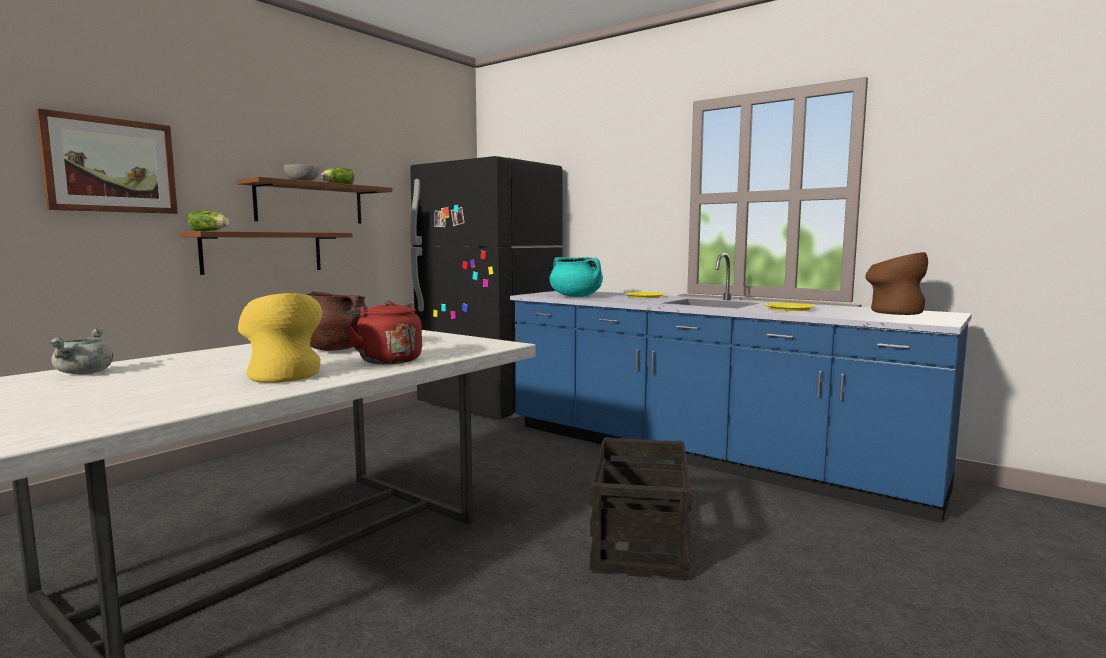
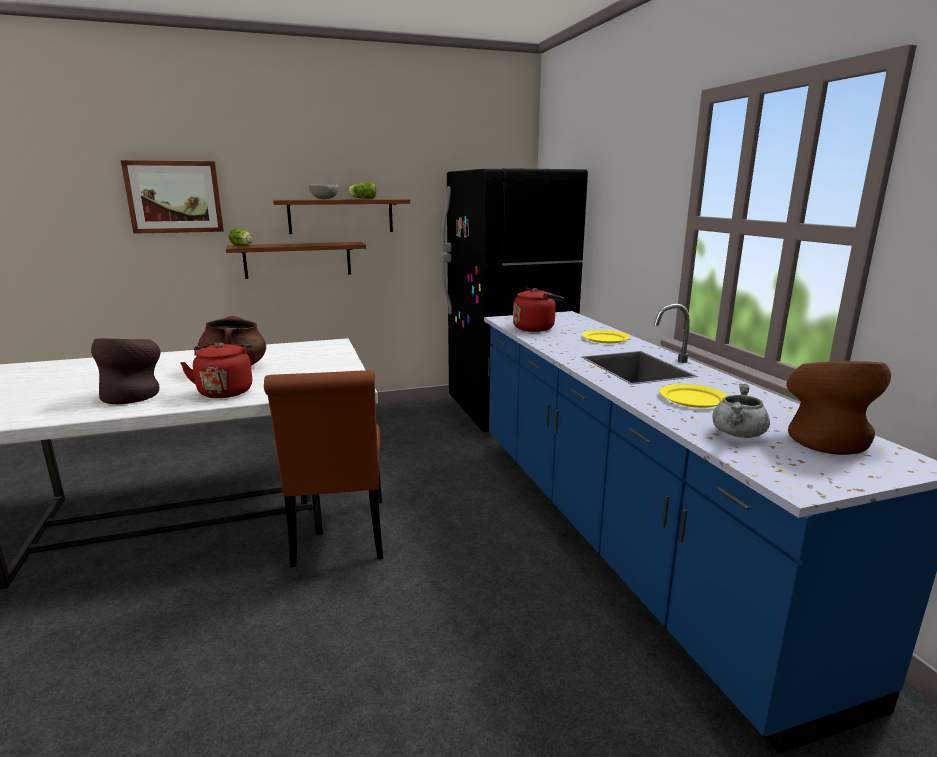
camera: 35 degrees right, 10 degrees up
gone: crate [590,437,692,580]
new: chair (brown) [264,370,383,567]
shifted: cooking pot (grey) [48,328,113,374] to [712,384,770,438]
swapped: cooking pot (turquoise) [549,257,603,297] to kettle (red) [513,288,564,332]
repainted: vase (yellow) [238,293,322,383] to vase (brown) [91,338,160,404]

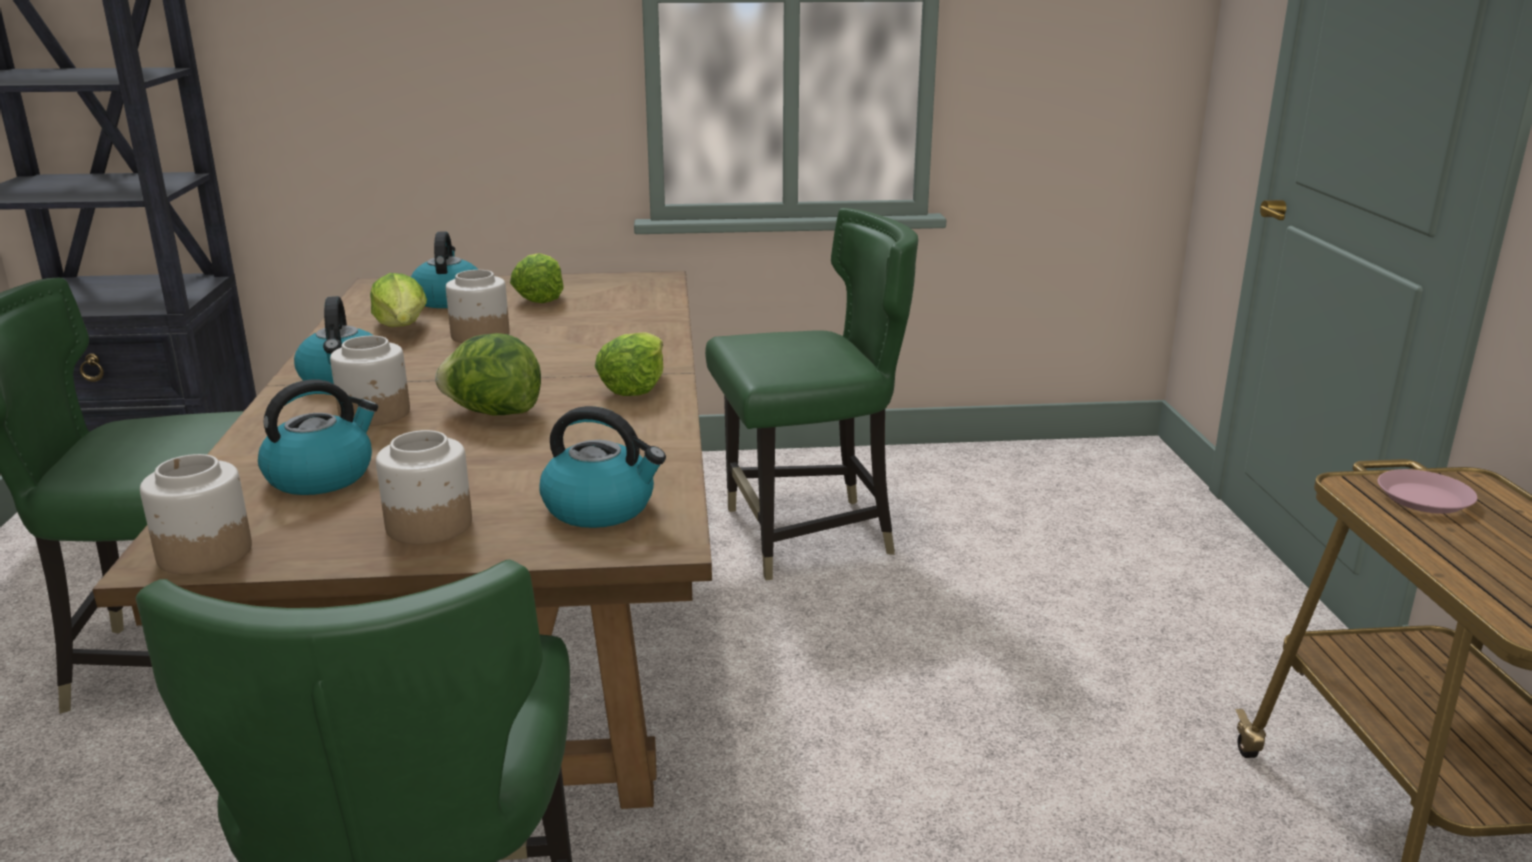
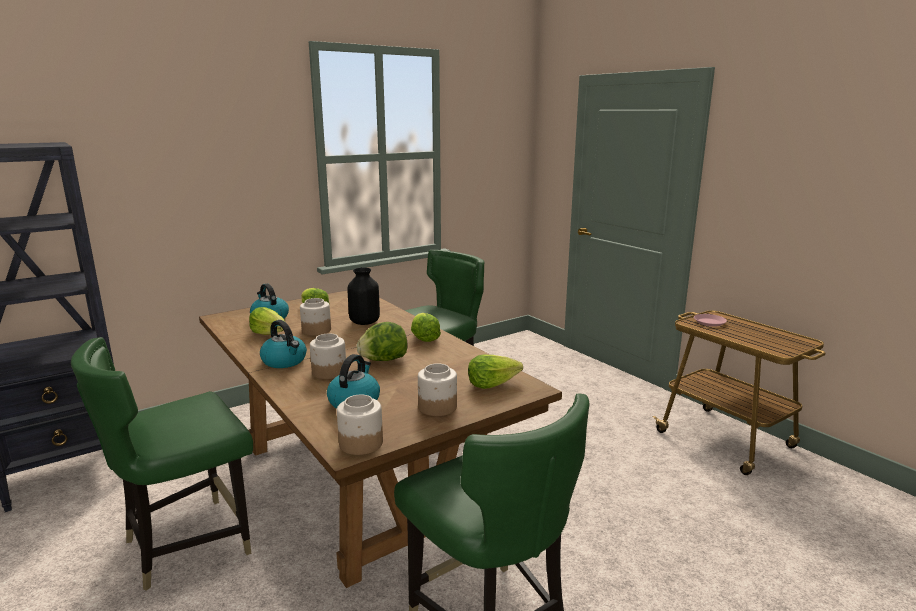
camera: 30 degrees left, 5 degrees down
new: vase (black) [347,268,380,325]
swapped: kettle [539,406,666,528] to lettuce [468,355,523,389]

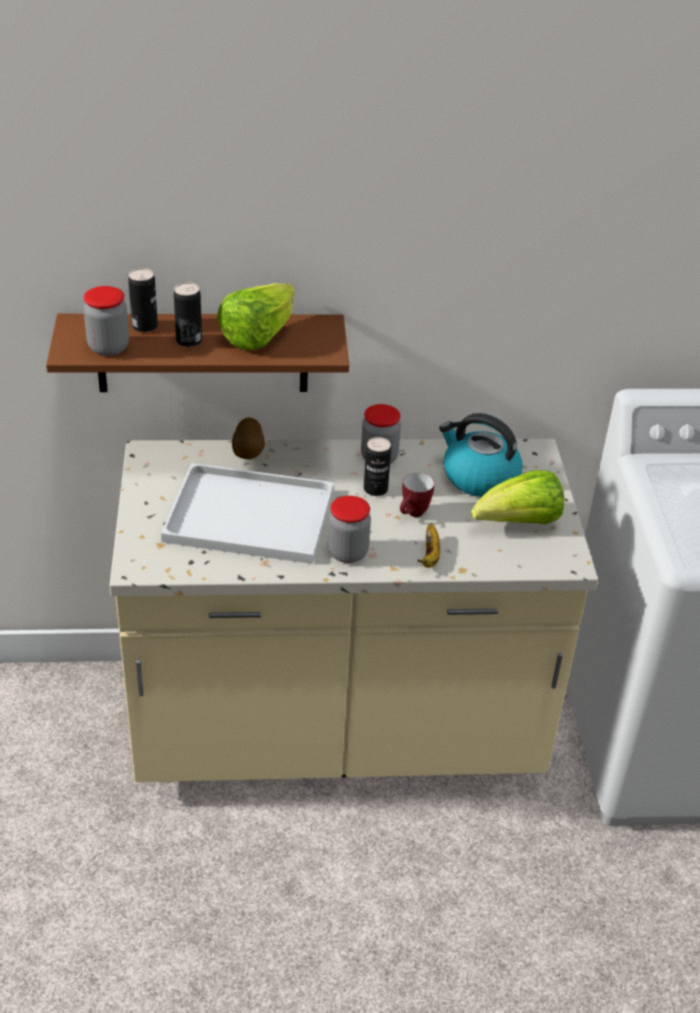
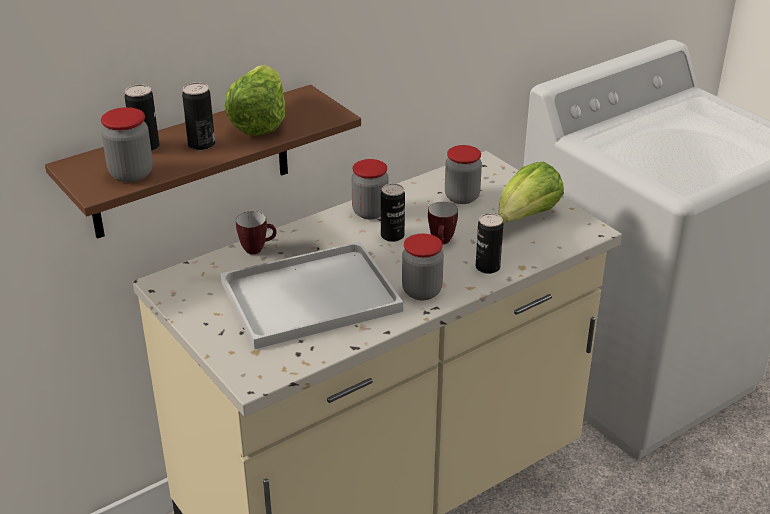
camera: 30 degrees left, 5 degrees down
swapped: potato [232,418,265,459] to mug [236,211,277,255]; banana [417,523,440,568] to can [476,213,503,274]; kettle [439,413,523,497] to jar [445,145,482,204]

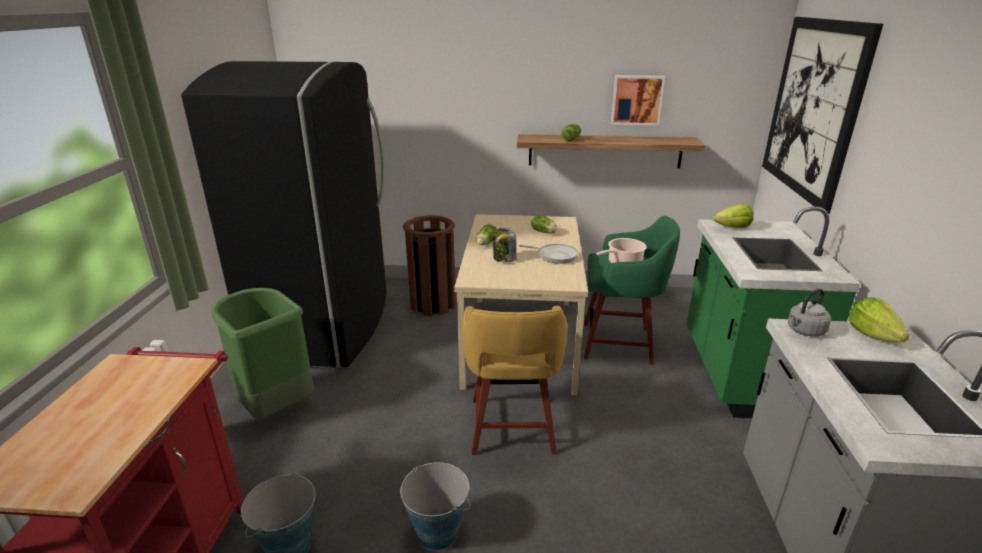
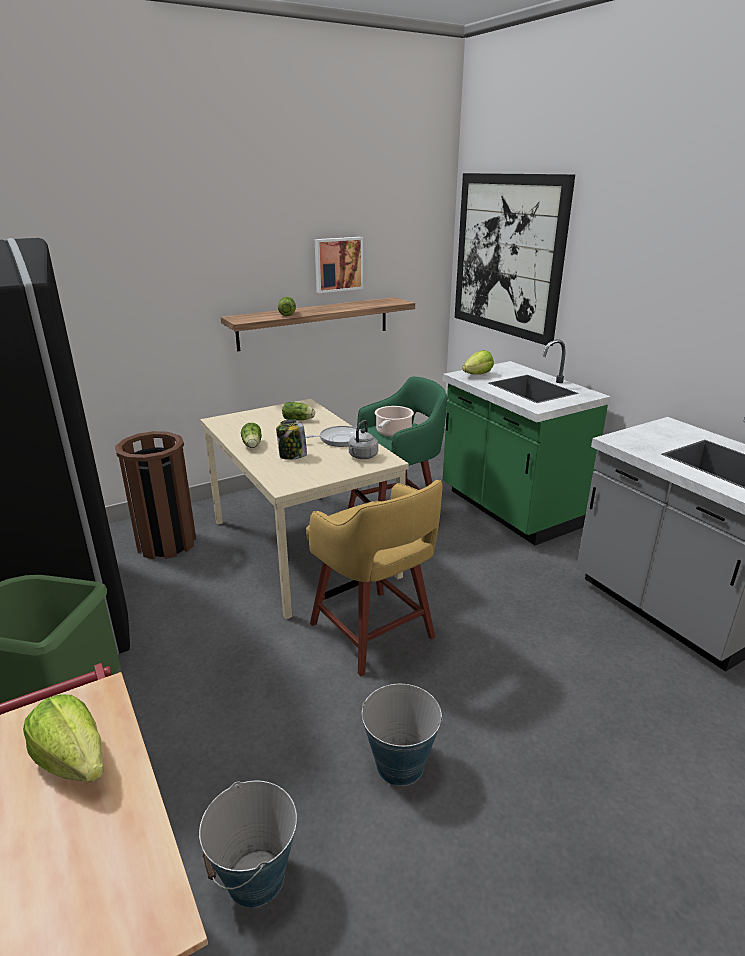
camera: 35 degrees left, 0 degrees up
shifted: kettle (grey) [788,289,831,337] to [349,420,378,459]; lettuce [849,297,909,342] to [23,694,104,782]

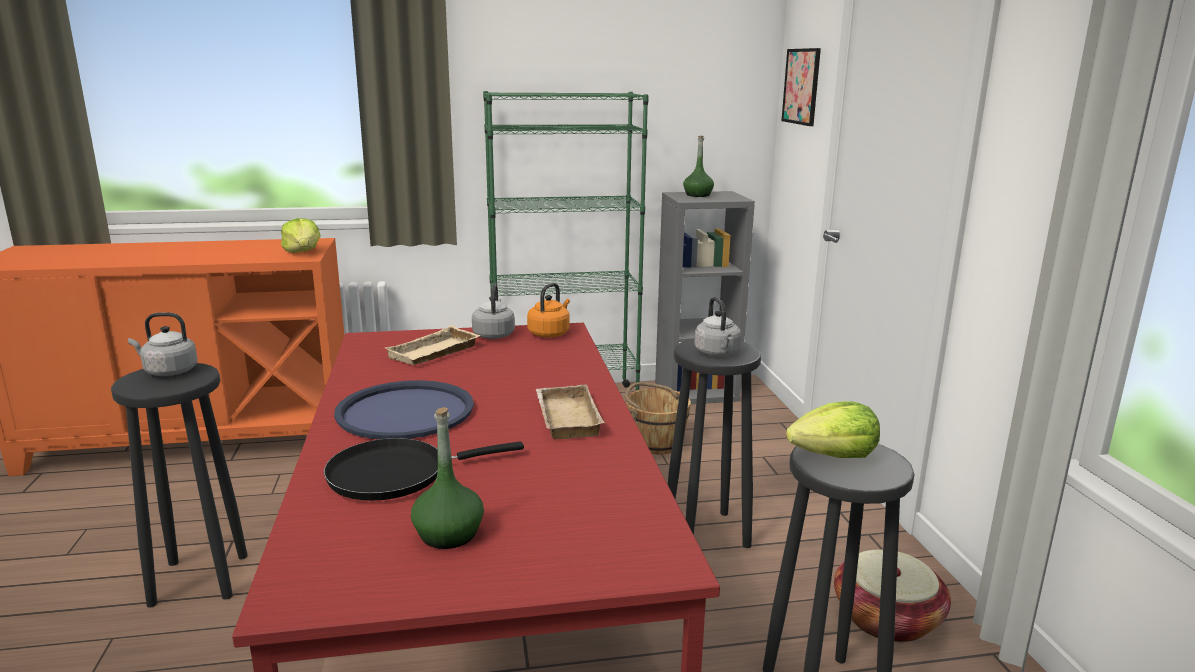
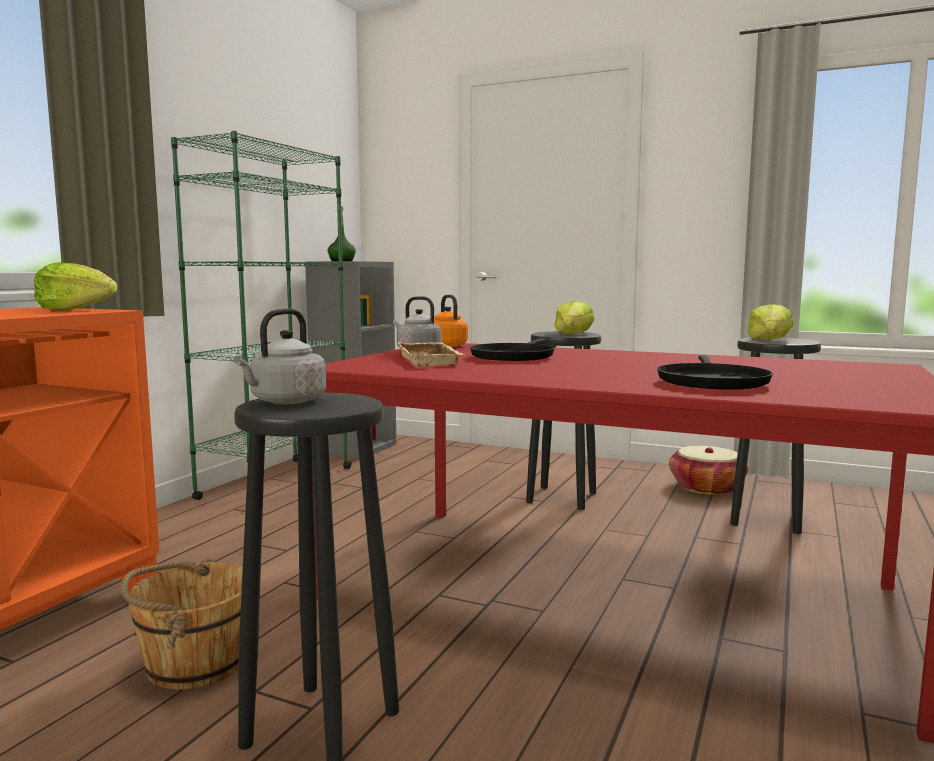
camera: 55 degrees left, 10 degrees down
gone: tray (blue) [334,380,474,439]; bottle (green) [411,407,484,549]; tray (beige) [535,384,604,439]; picture [781,48,821,126]
new: frying pan (black) [470,338,555,361]
shifted: bucket (brown) [625,382,691,454] to [121,559,243,690]
swapped: kettle (grey) [694,297,741,356] to lettuce [554,301,594,334]

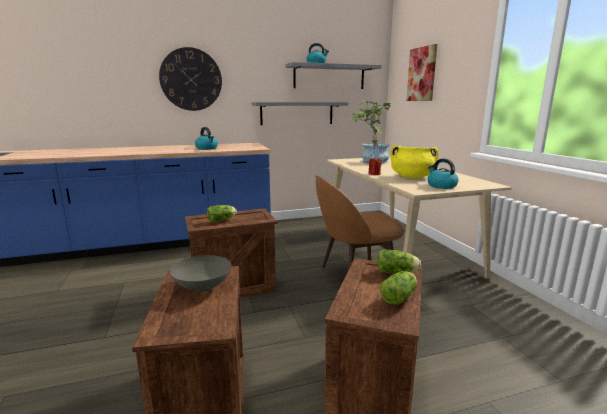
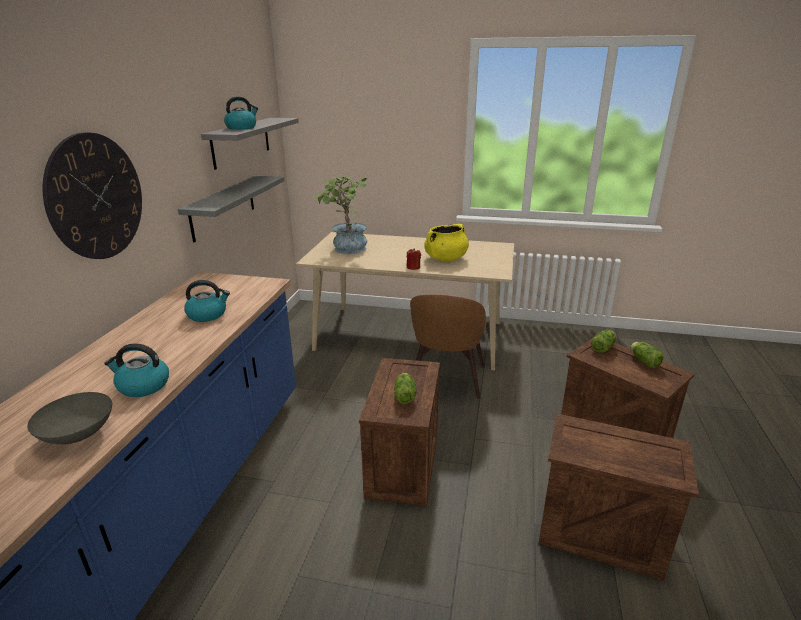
camera: 60 degrees left, 10 degrees up
gone: picture [406,44,437,101]
shifted: bowl (grey) [170,255,232,292] to [27,392,112,444]; kettle [427,159,459,189] to [104,343,169,397]

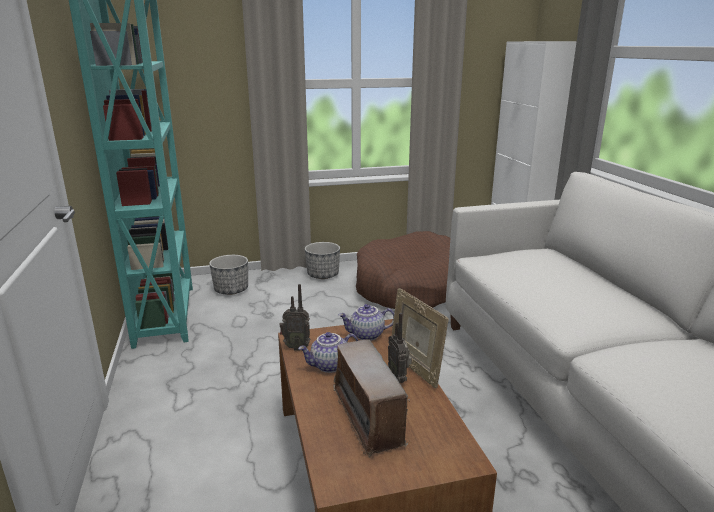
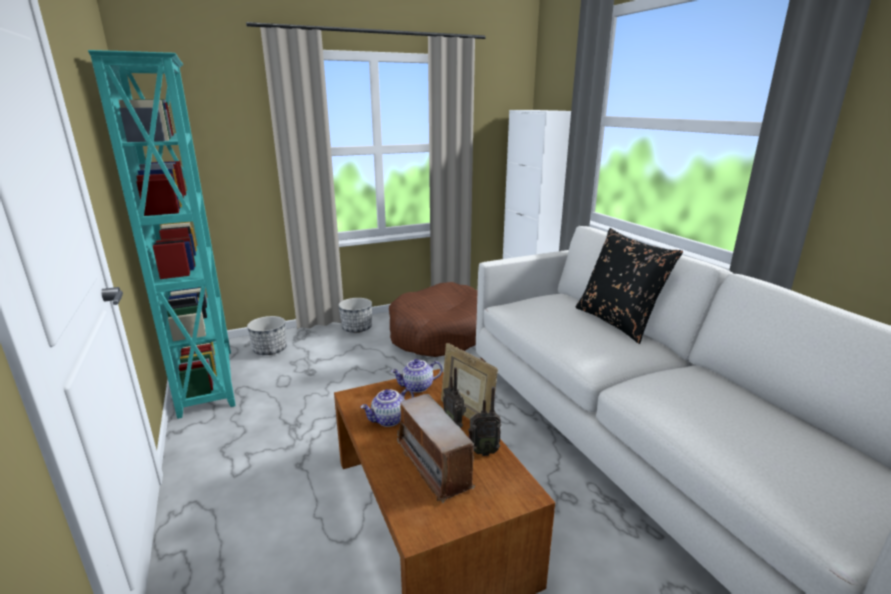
camera: 10 degrees left, 0 degrees up
new: pillow (black) [576,228,683,344]
shifted: radio [280,284,310,351] to [468,387,501,456]

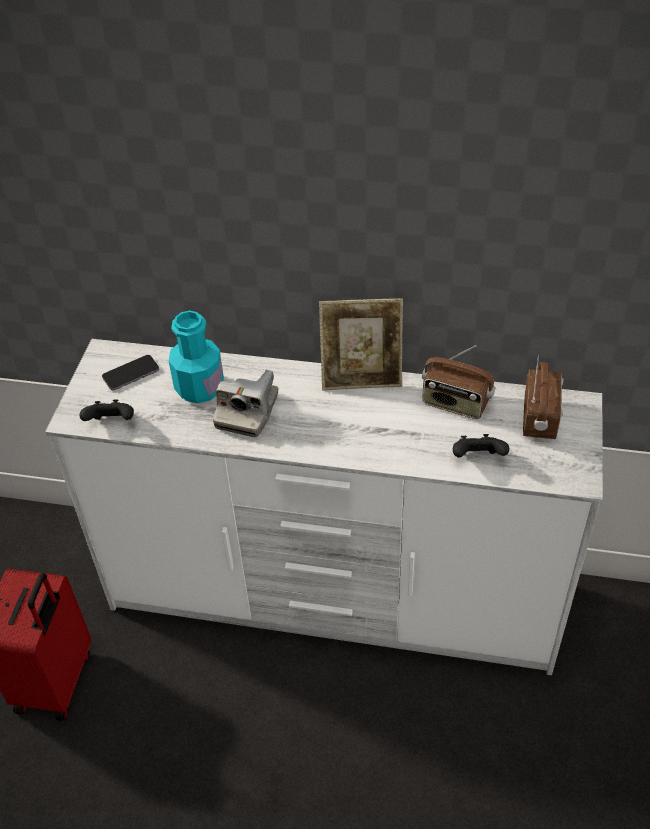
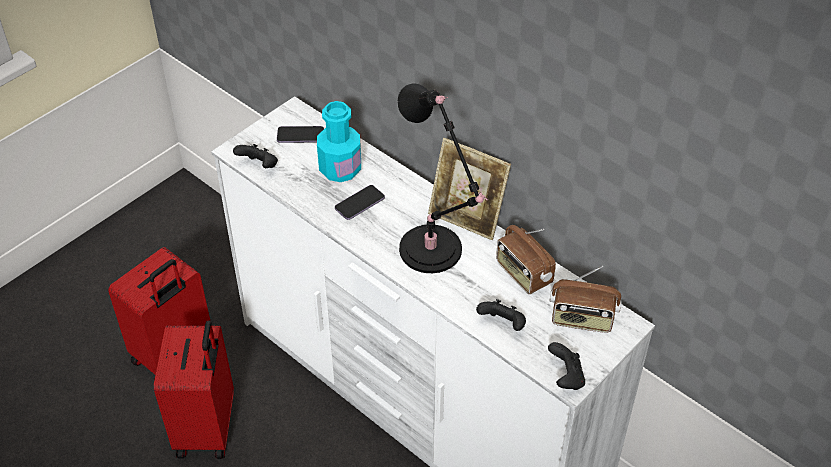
camera: 30 degrees right, 0 degrees up
new: suitcase (red) [154,320,234,459]; table lamp (black) [397,84,488,273]; game controller (black) [548,342,585,390]
swapped: photo camera [213,370,278,437] to phone [335,185,385,220]
rotated: radio [523,356,563,439] = [549,266,622,333] 60 degrees clockwise

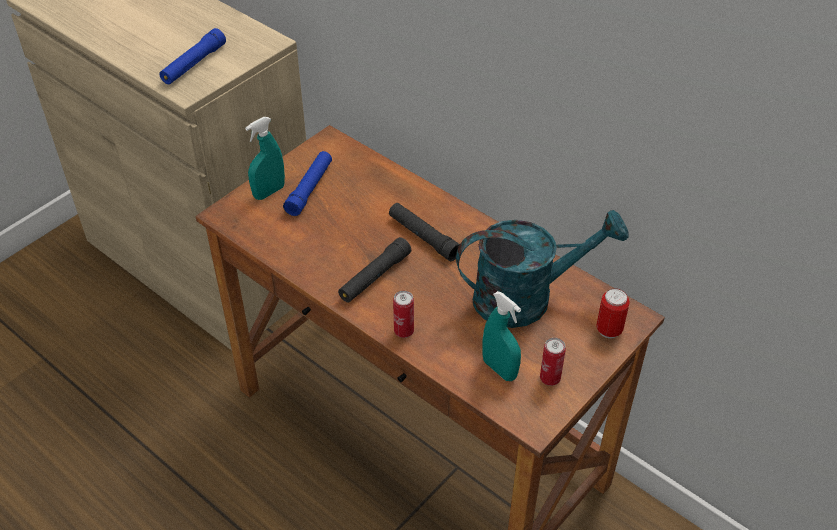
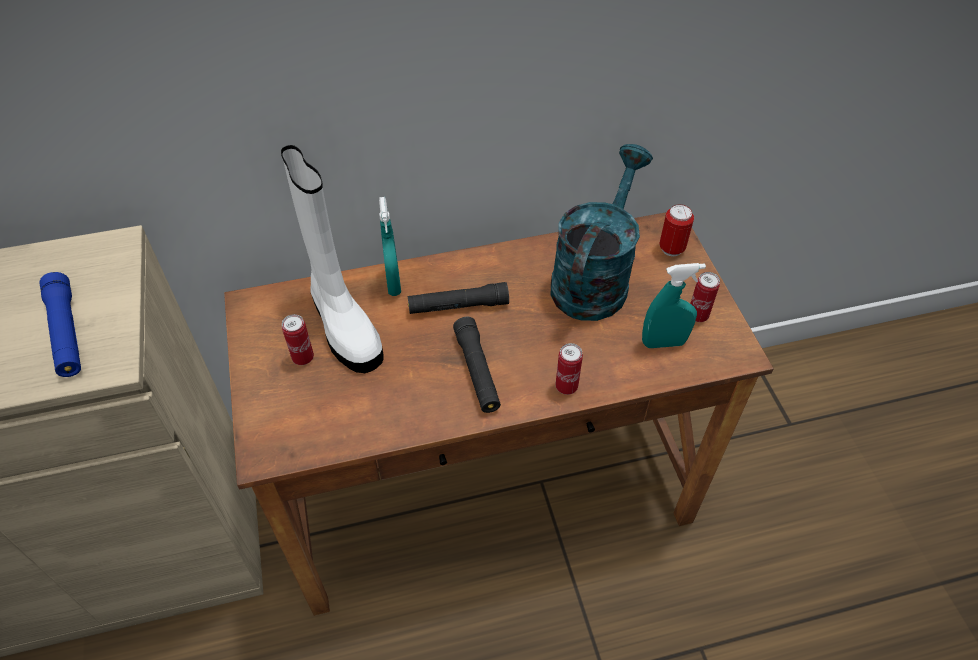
camera: 55 degrees left, 5 degrees up
new: boot (white) [281,145,384,373]
shifted: spray bottle (turquoise) [245,117,285,200] to [379,197,401,296]
swapped: flashlight (blue) [283,151,332,216] to can [282,314,314,365]

